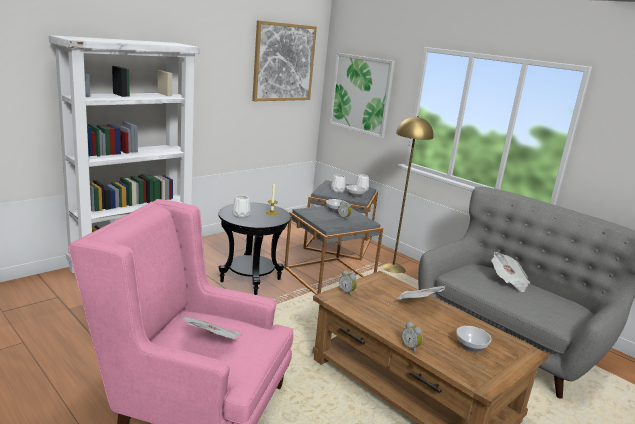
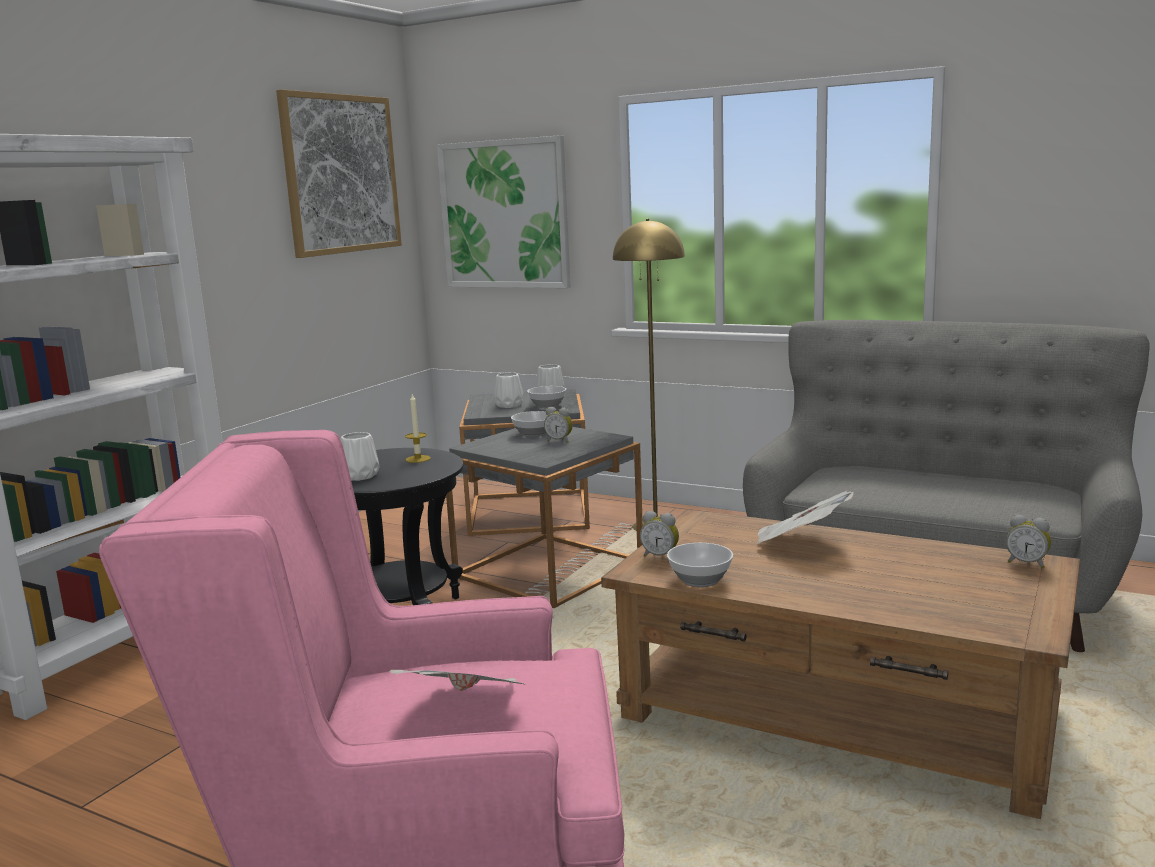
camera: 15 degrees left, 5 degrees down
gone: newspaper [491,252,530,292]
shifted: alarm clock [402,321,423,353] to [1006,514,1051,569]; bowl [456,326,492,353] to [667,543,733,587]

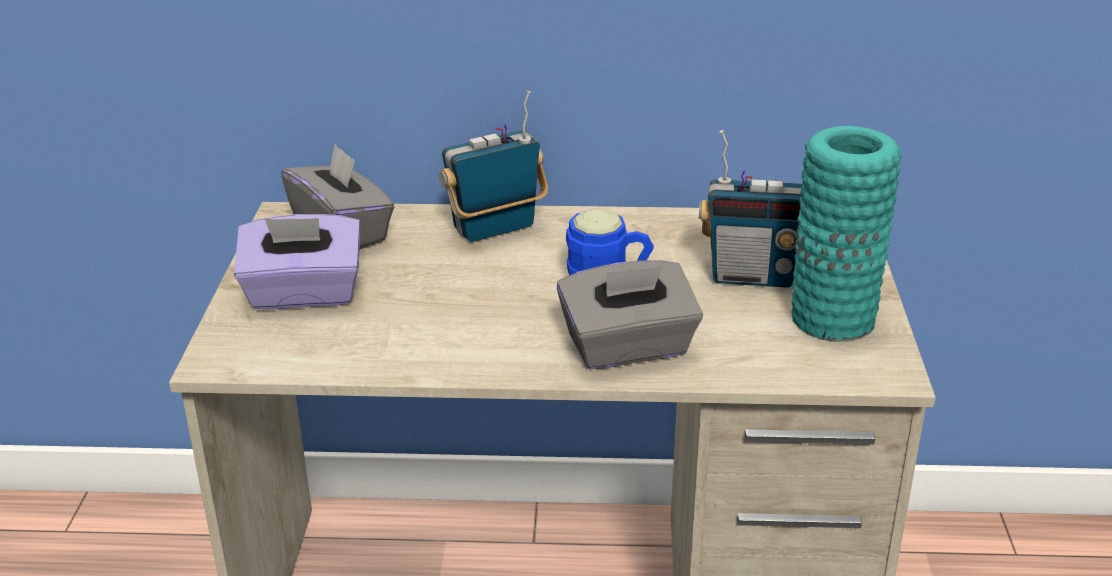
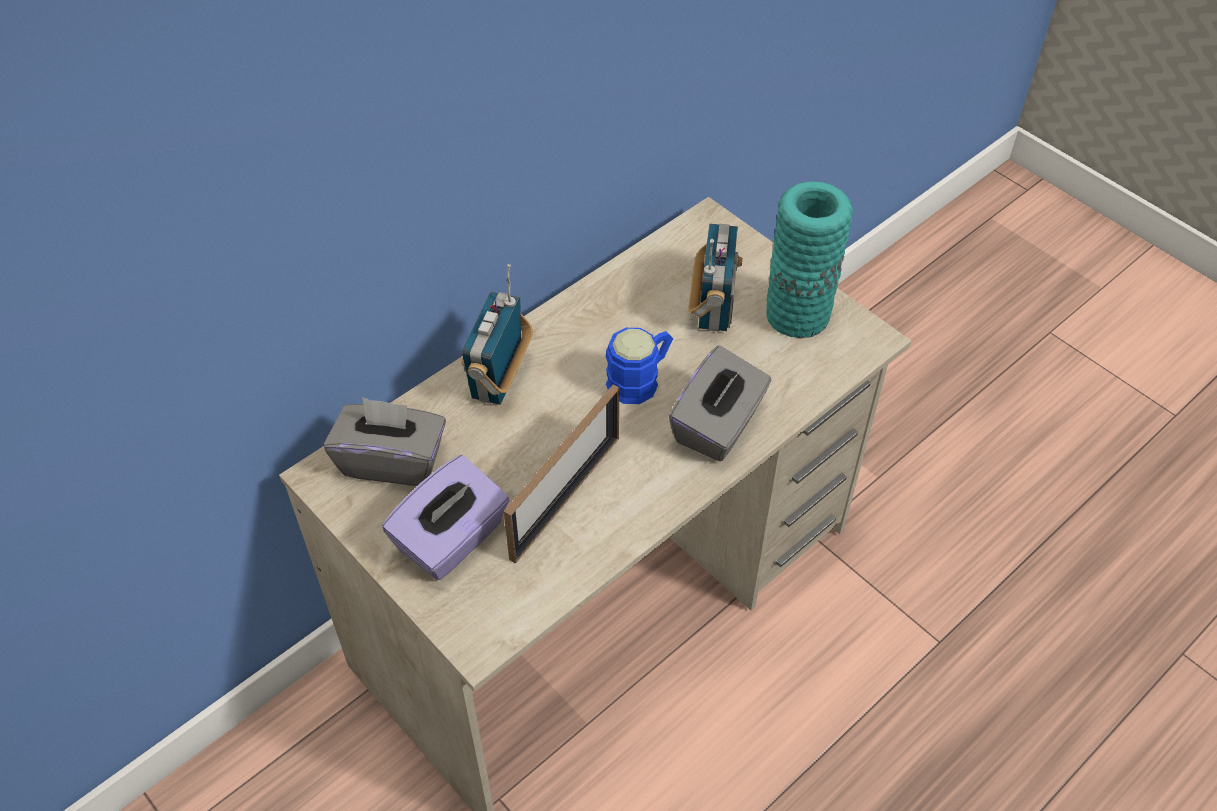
camera: 45 degrees left, 20 degrees up
new: picture frame [504,384,619,563]
rotated: radio [699,130,802,288] = [688,223,743,331] 45 degrees counterclockwise

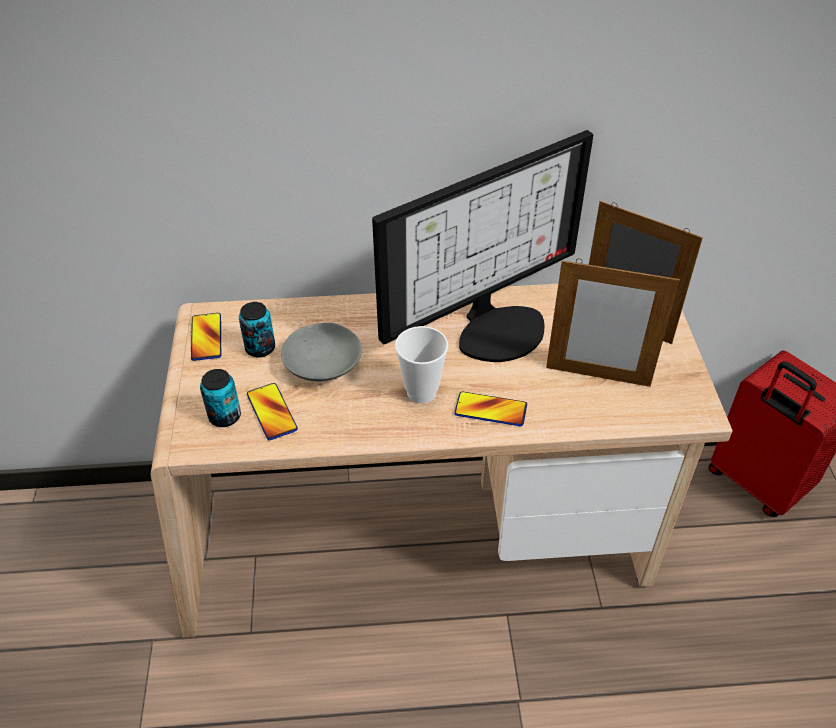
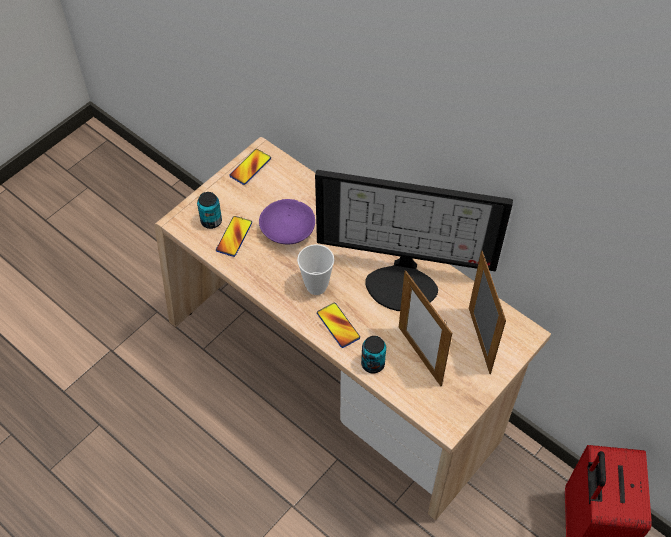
camera: 45 degrees right, 10 degrees up
shifted: can [239,302,275,357] to [361,336,386,373]
repainted: bowl (grey) [281,323,362,381] to bowl (purple) [259,199,315,244]

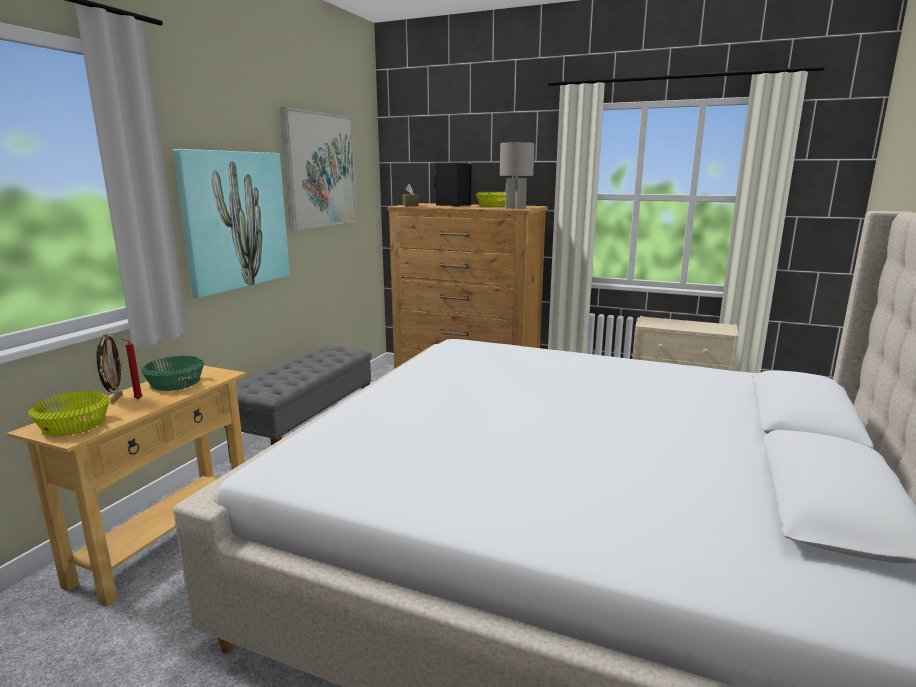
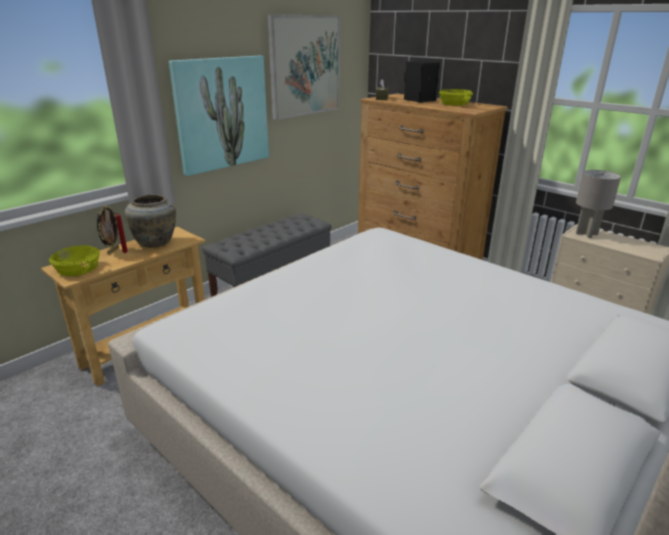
camera: 20 degrees right, 10 degrees up
shifted: table lamp (grey) [500,142,534,209] to [576,170,621,238]
swapped: bowl (green) [141,356,204,391] to vase (beige) [124,194,176,248]

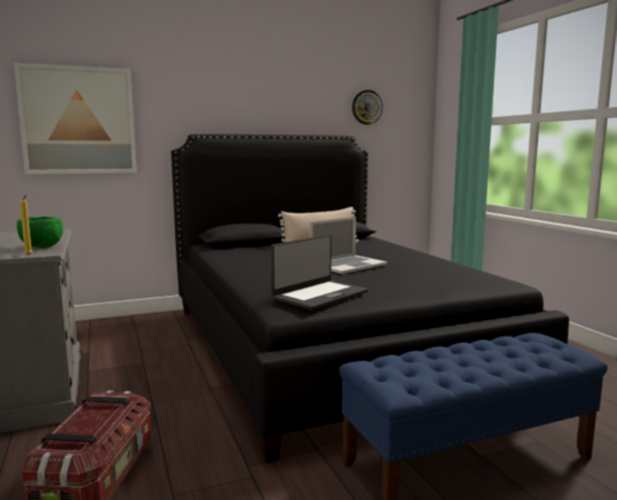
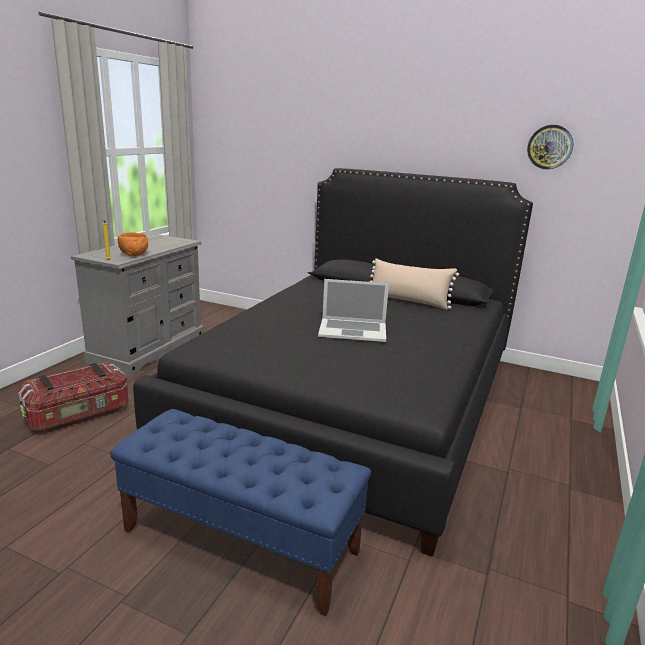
camera: 45 degrees right, 10 degrees up
gone: picture [14,63,137,174]; laptop [271,235,368,310]
repainted: bowl (green) [17,216,63,248] to bowl (orange) [118,232,148,256]

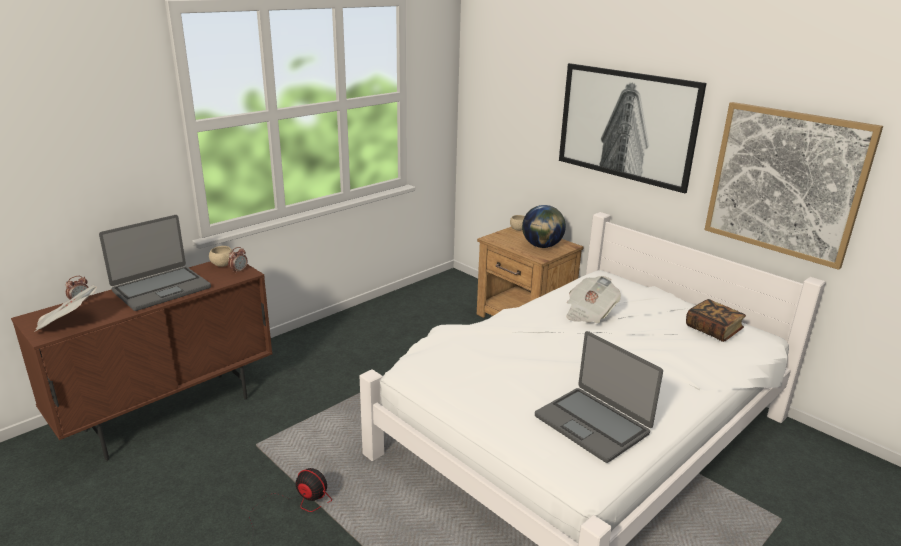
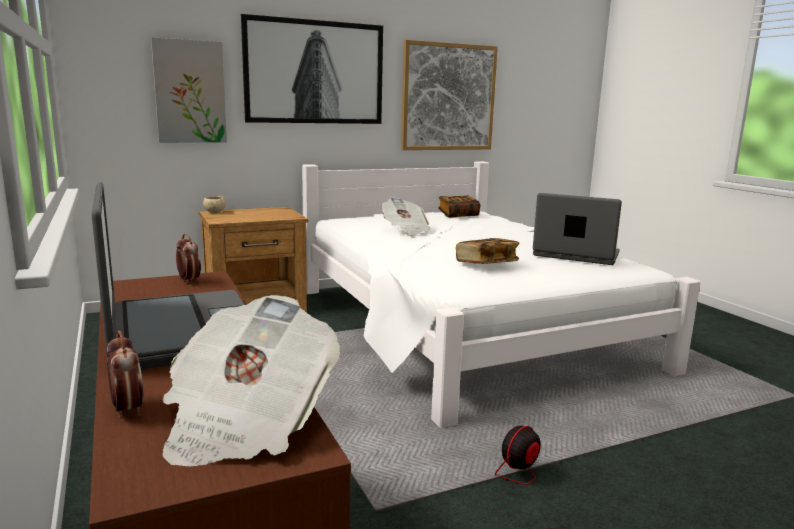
camera: 70 degrees left, 10 degrees down
gone: bowl (beige) [209,246,232,267]; globe [522,205,566,248]
new: picture [151,37,227,143]; book [456,238,519,264]
rotated: laptop [535,331,663,463] = [533,193,622,265] 135 degrees counterclockwise

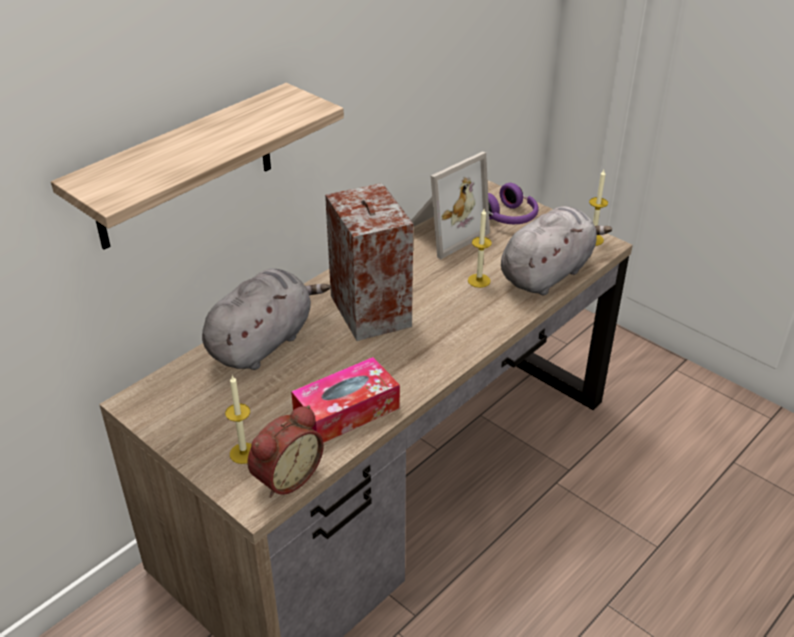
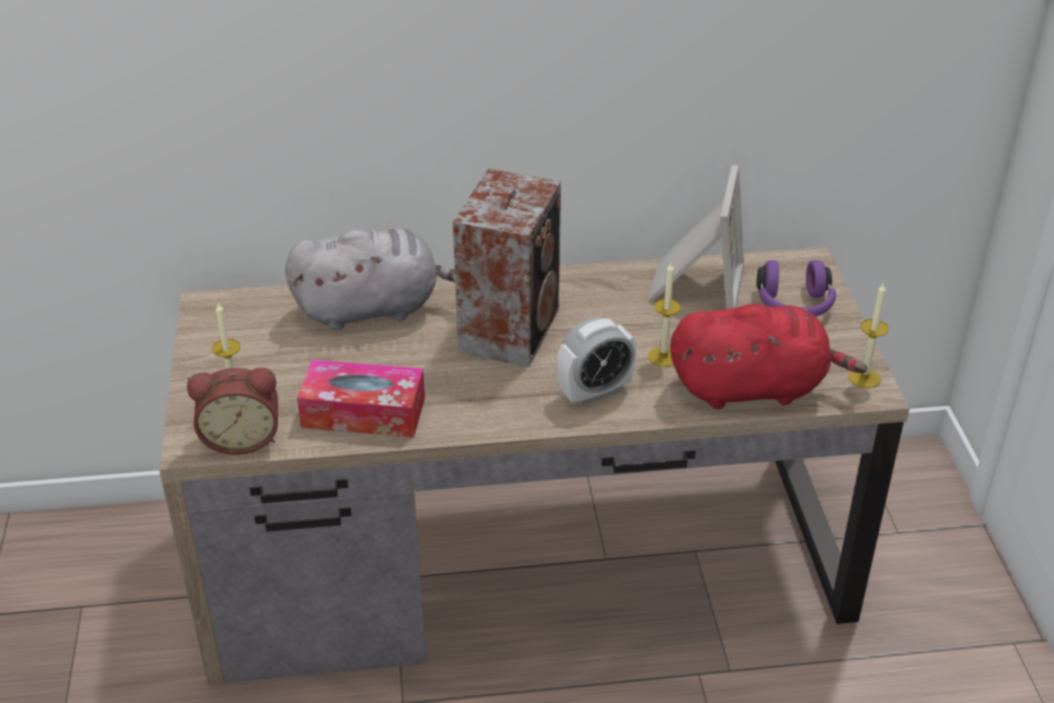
camera: 40 degrees right, 0 degrees up
gone: shelf [51,83,344,250]
new: alarm clock [556,317,637,406]
repainted: plush toy (grey) [501,206,612,295] to plush toy (red) [670,304,867,409]
rotated: picture frame [411,151,490,259] = [648,165,744,309] 75 degrees counterclockwise

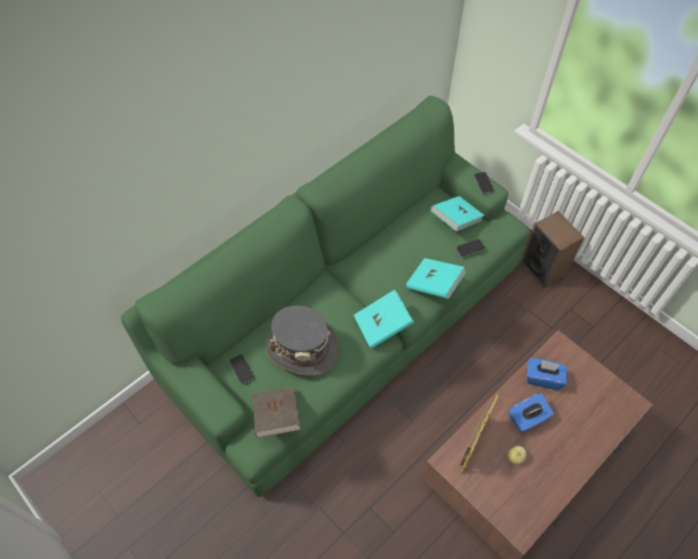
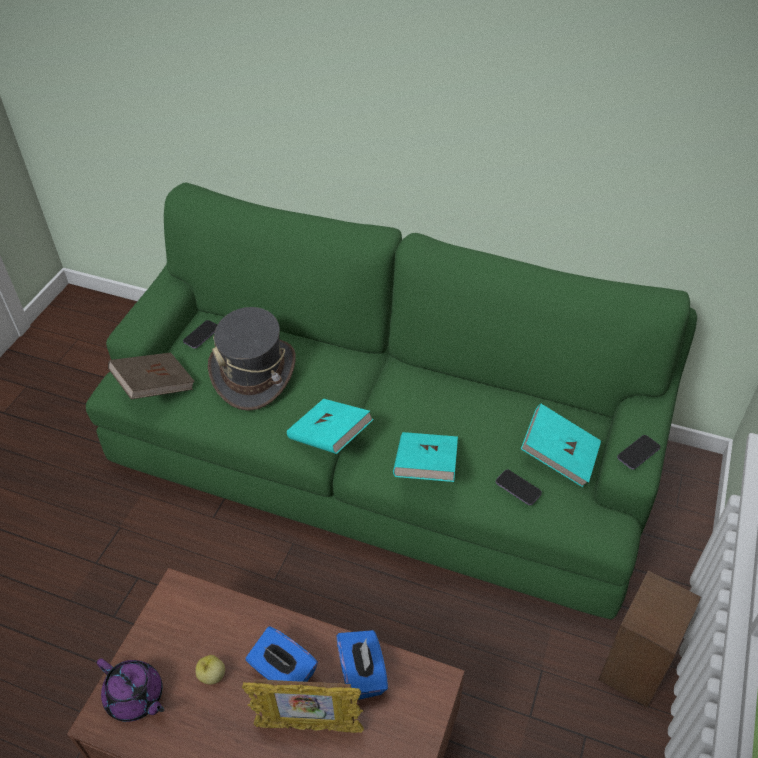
camera: 65 degrees right, 10 degrees down
new: teapot (purple) [97,658,164,722]
shifted: picture frame [460,394,499,472] to [242,679,364,733]

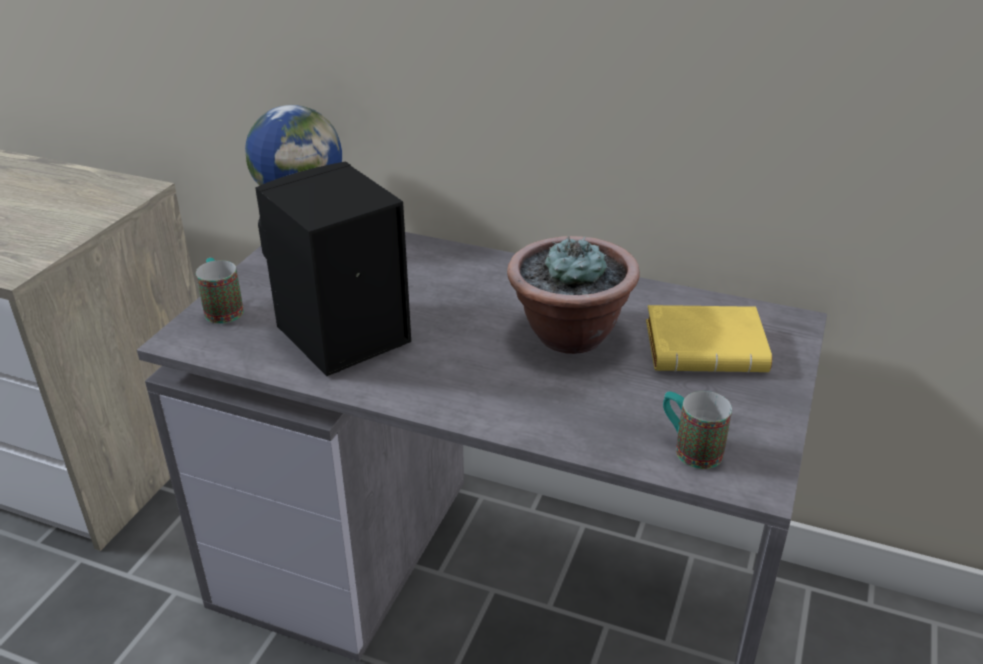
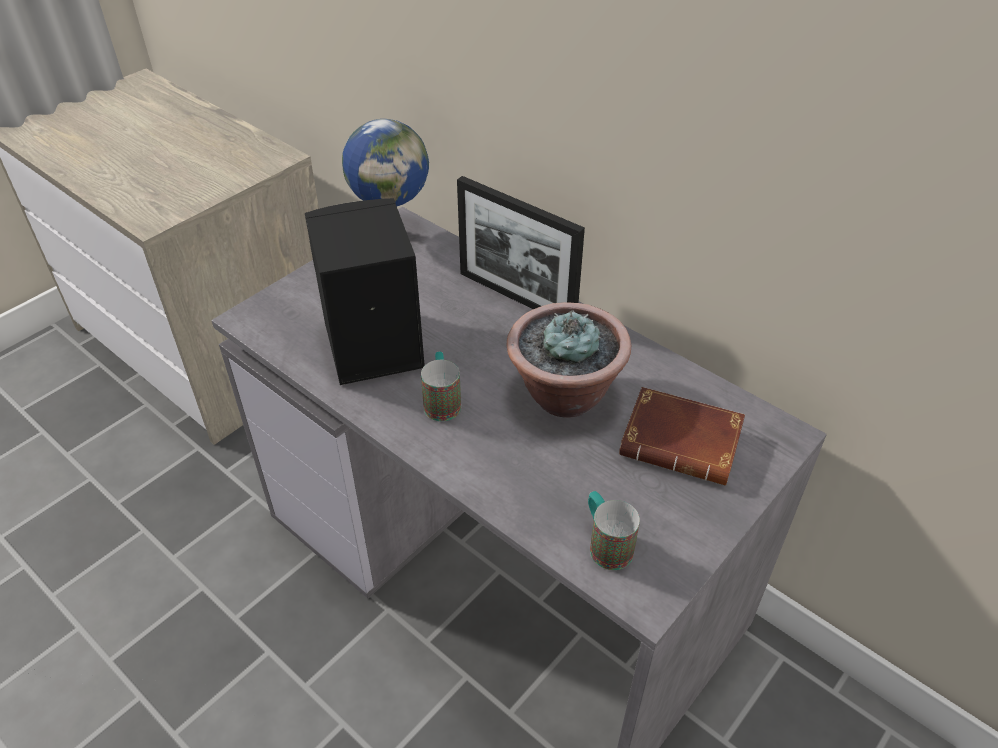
camera: 20 degrees right, 10 degrees up
new: picture frame [457,176,585,309]
shifted: mug [196,258,244,324] to [421,352,461,421]
repainted: book (yellow) [646,305,772,373] to book (brown) [619,387,745,485]

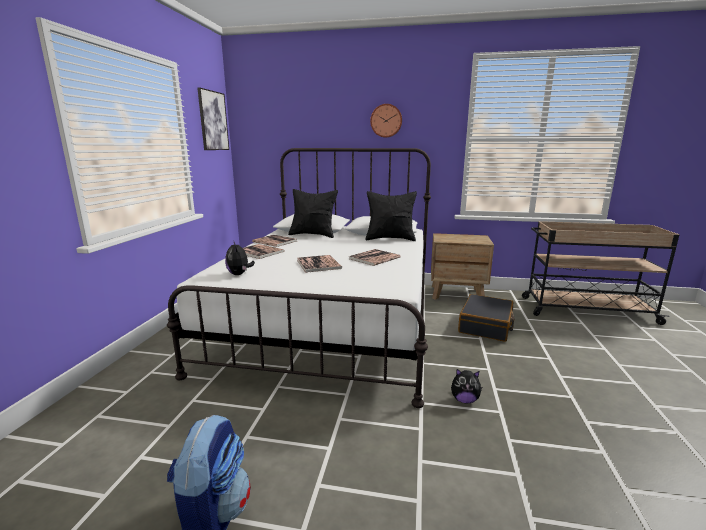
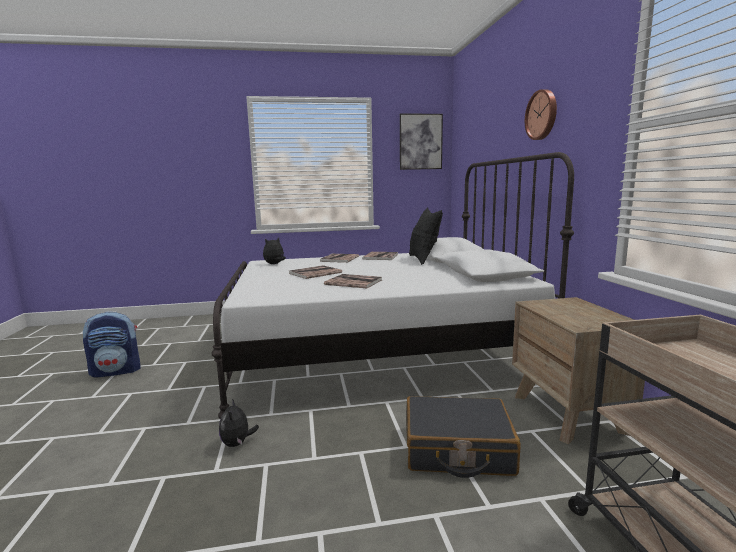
camera: 70 degrees right, 5 degrees down
gone: pillow (black) [366,191,417,241]

